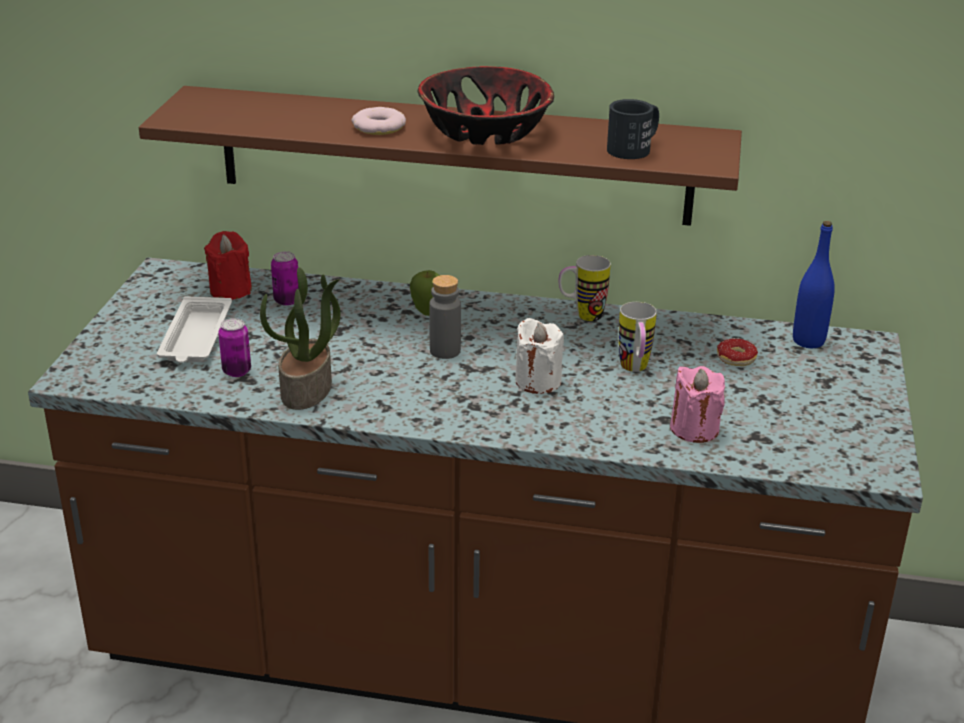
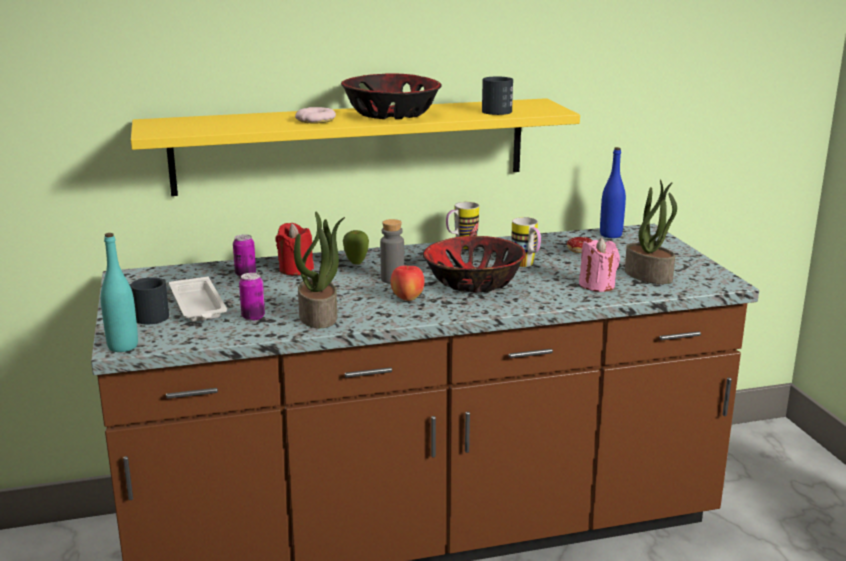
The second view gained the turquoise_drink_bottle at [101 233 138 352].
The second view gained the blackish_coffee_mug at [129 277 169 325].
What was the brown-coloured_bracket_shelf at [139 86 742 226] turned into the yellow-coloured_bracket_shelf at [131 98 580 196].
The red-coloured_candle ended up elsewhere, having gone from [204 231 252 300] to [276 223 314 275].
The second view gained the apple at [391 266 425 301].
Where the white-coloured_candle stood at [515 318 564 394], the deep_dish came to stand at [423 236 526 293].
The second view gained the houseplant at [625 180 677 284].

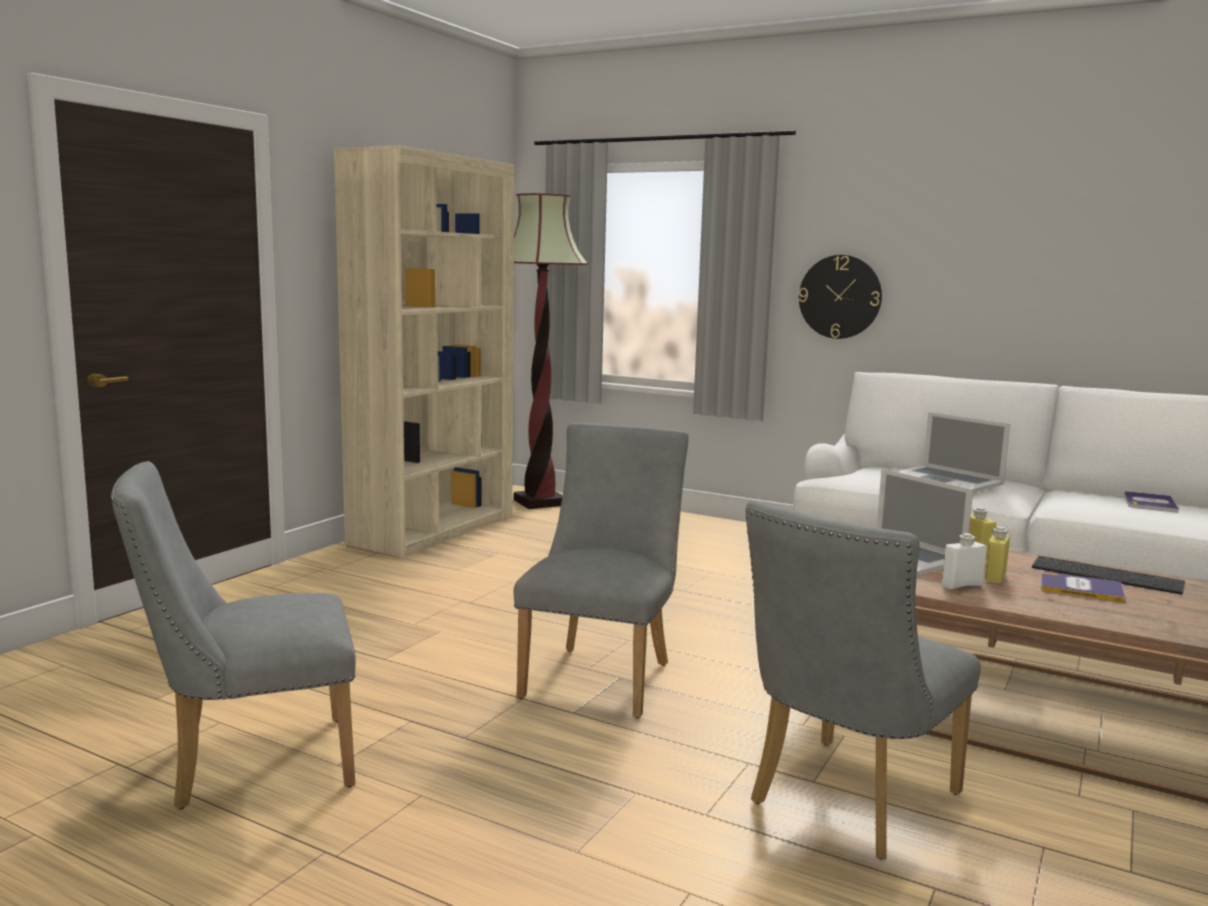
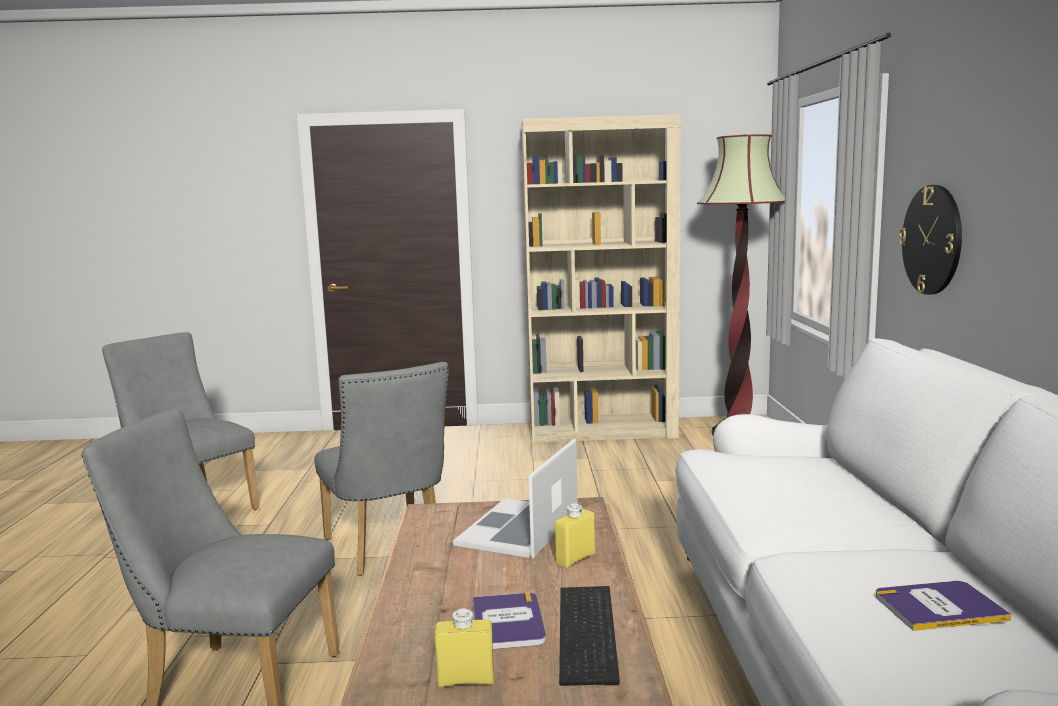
The grey_plain_chair at [514 423 689 718] ended up facing another way, 75 degrees clockwise from before.
The yellow-coloured_drink_bottle ended up elsewhere, having gone from [985 526 1010 583] to [434 608 494 688].
The second view lost the laptop at [895 412 1010 493].
The second view lost the white-coloured_drink_bottle at [942 533 987 589].

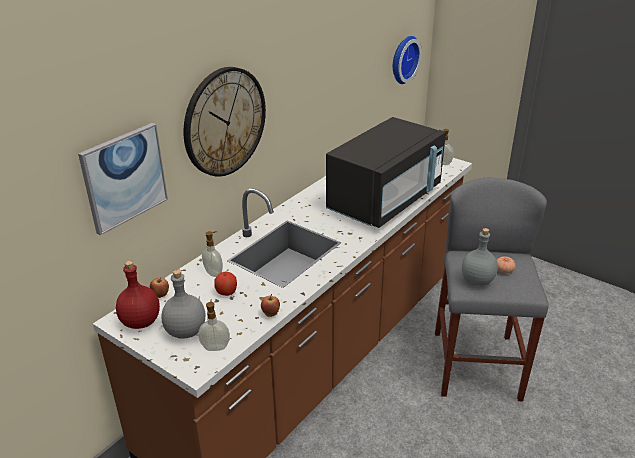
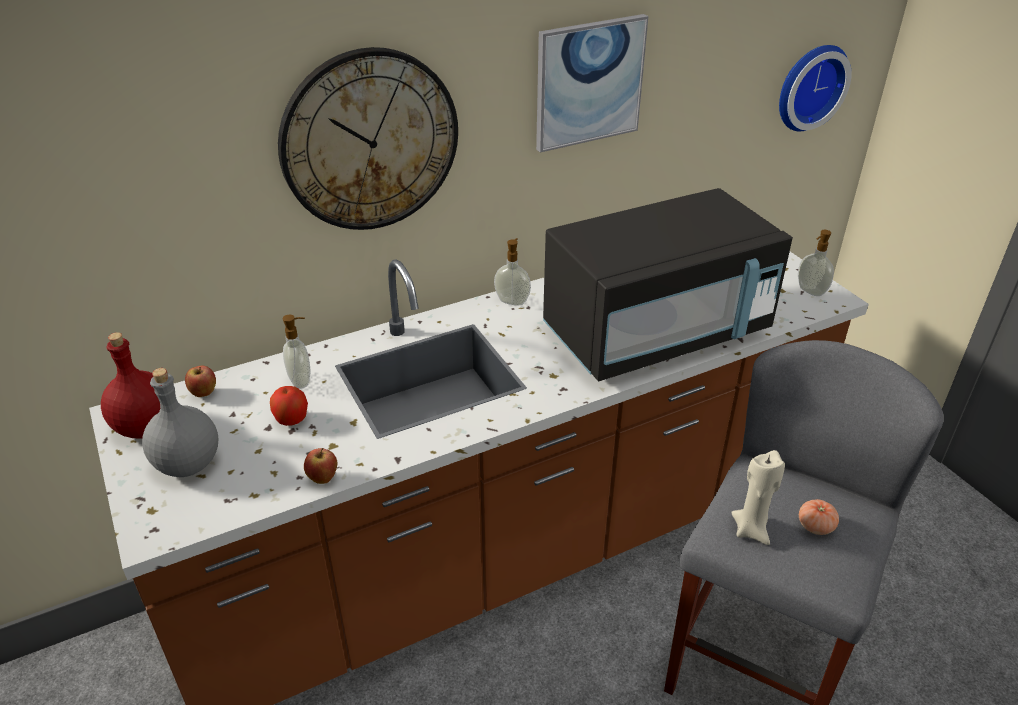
The liquid_soap_bottle ended up elsewhere, having gone from [198 299 230 351] to [494 238 531 306].
The wall_picture ended up elsewhere, having gone from [78 123 168 235] to [536 14 649 153].
Where the grey_drink_bottle stood at [462 228 498 286], the beige_candle came to stand at [731 450 785 545].

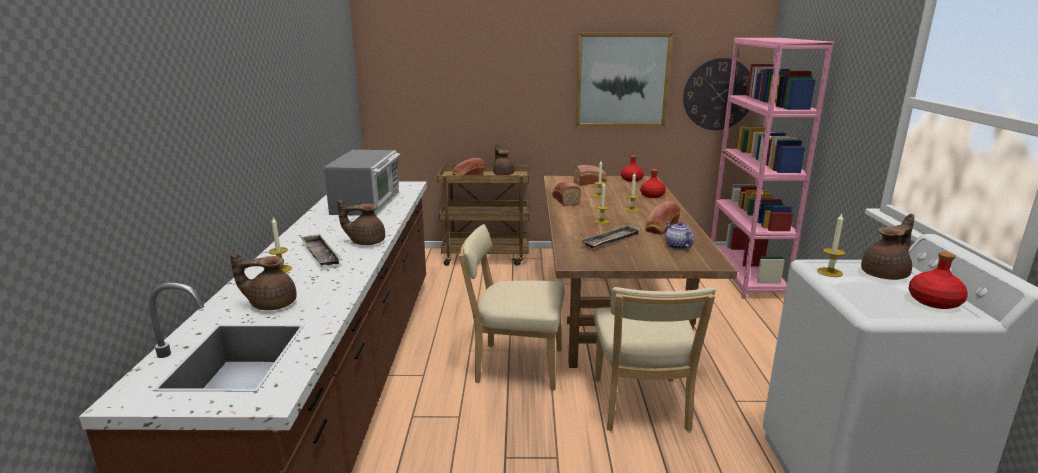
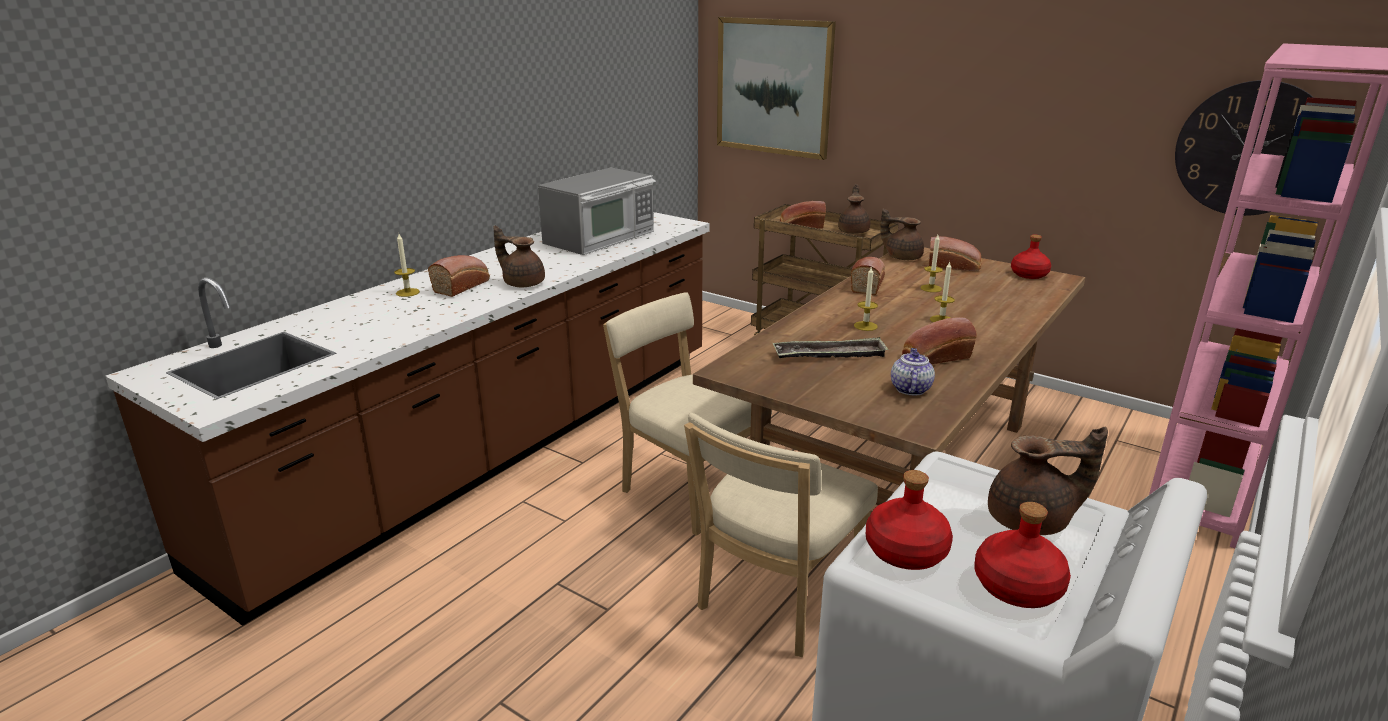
Where the carrying_tray stood at [300 234 342 265], the baked_bread came to stand at [428 255 490 297].
The wall_picture ended up elsewhere, having gone from [575 33 673 127] to [717 17 836 160].
The red-coloured_drink_bottle ended up elsewhere, having gone from [640 169 666 198] to [866 470 953 570].
The brown-coloured_teapot ended up elsewhere, having gone from [230 252 297 310] to [880 208 924 260].
The second view lost the candle at [817 213 845 277].

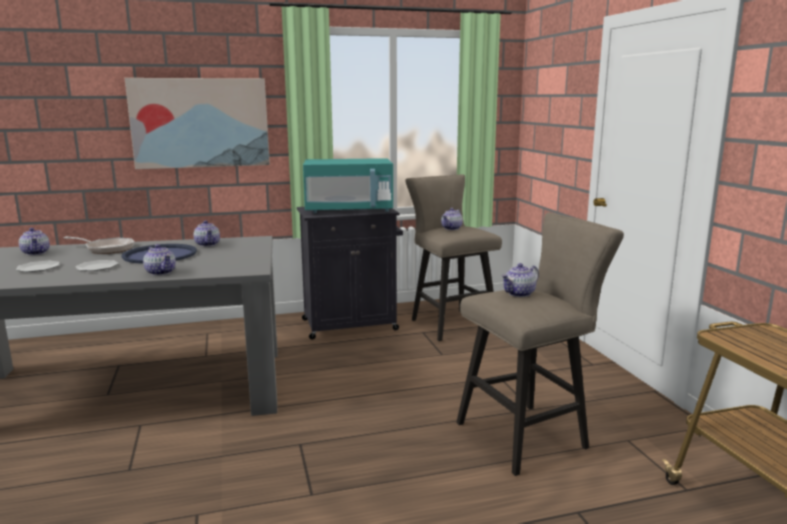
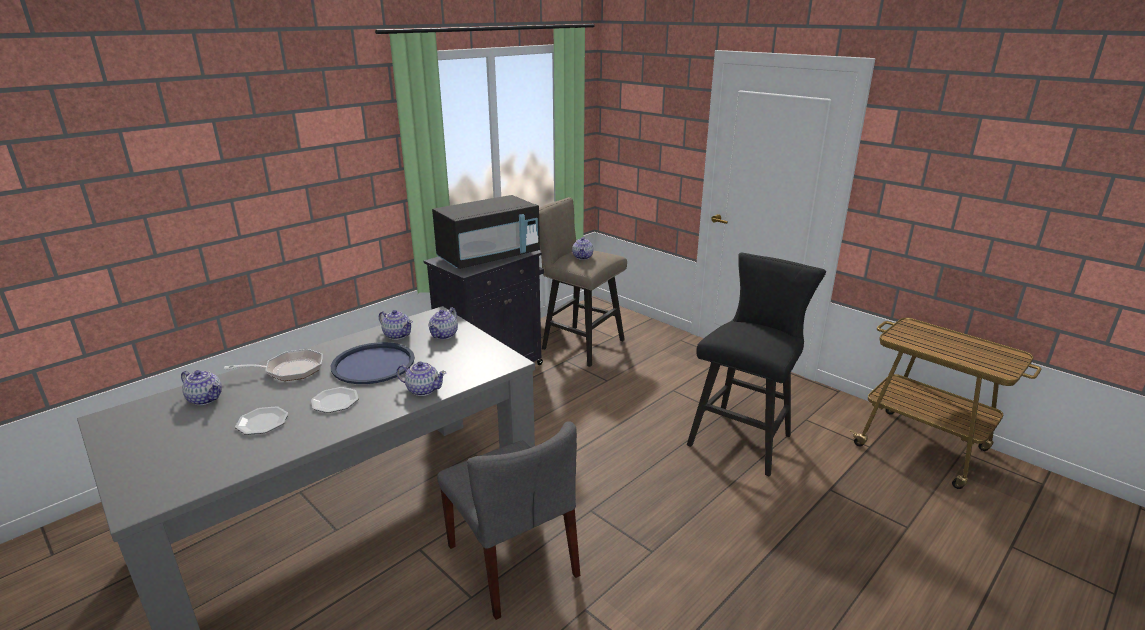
The teapot ended up elsewhere, having gone from [501 263 539 297] to [428 308 458 339].
What was the turquoise_microwave_oven at [303 159 393 213] turned into the blackish_microwave_oven at [432 195 540 269].
The second view gained the grey_plain_chair at [437 421 580 620].
What was the beige_sitting_stool at [456 213 624 476] turned into the blackish_sitting_stool at [687 253 826 477].
The second view lost the wall_picture at [125 78 270 169].

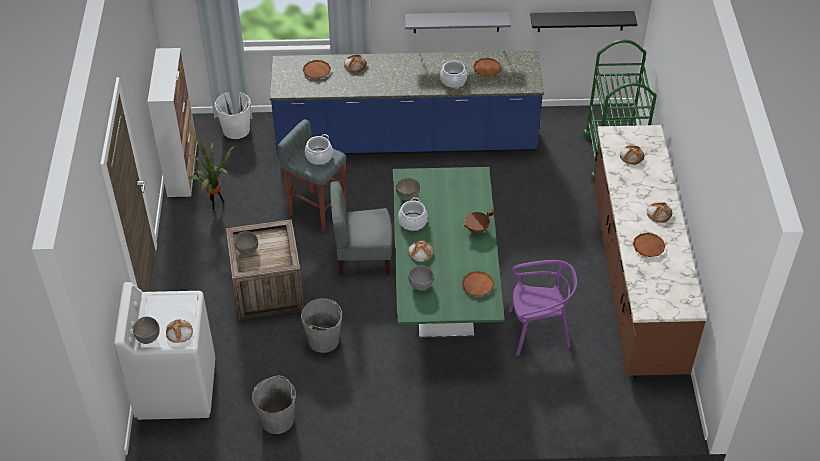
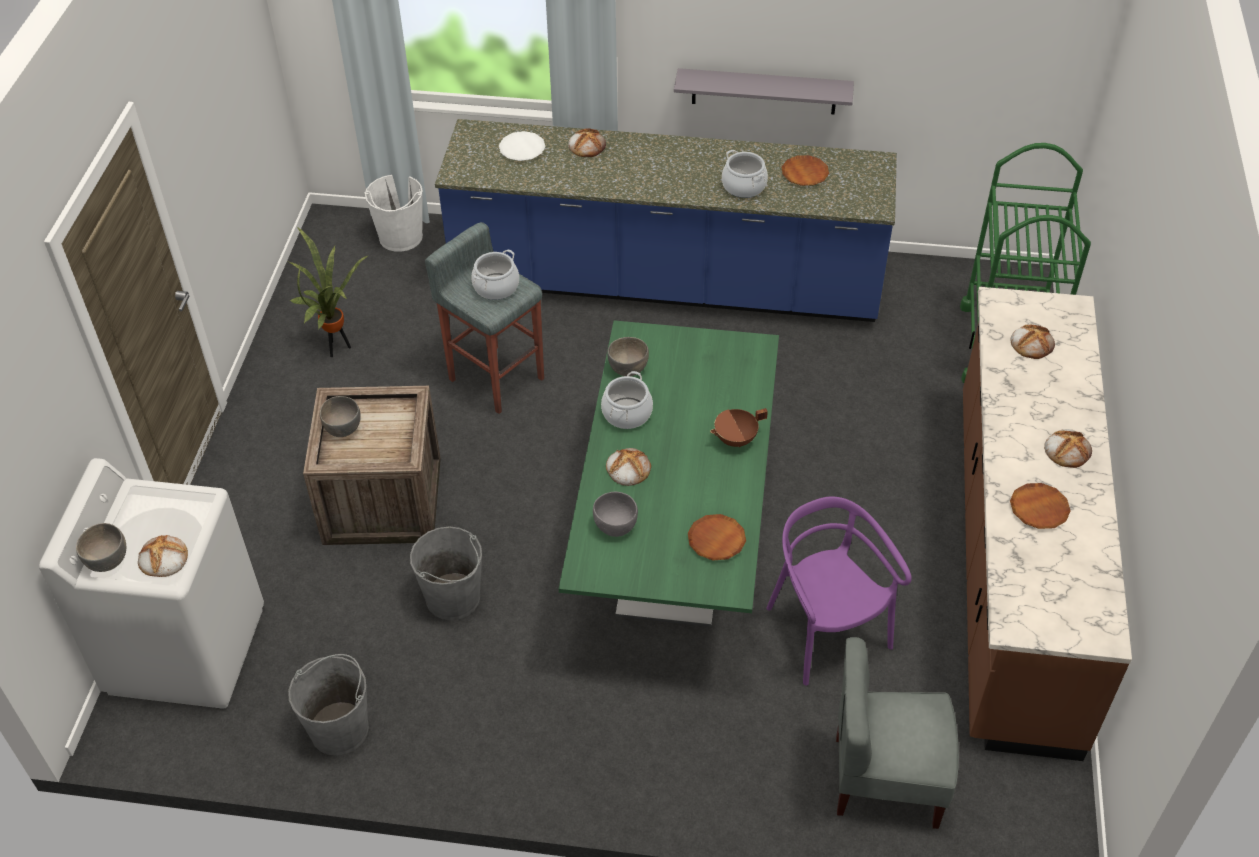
What was the brown-coloured_flat_dish at [303 60 331 79] turned into the white-coloured_flat_dish at [499 131 546 161].
The purplish_plain_chair at [509 260 577 356] ended up facing another way, 120 degrees counterclockwise from before.
The grey_plain_chair ended up elsewhere, having gone from [330 181 392 275] to [836 637 959 829].
The second view lost the cabinet at [147 48 197 197].
The second view lost the blackish_bracket_shelf at [530 11 637 32].

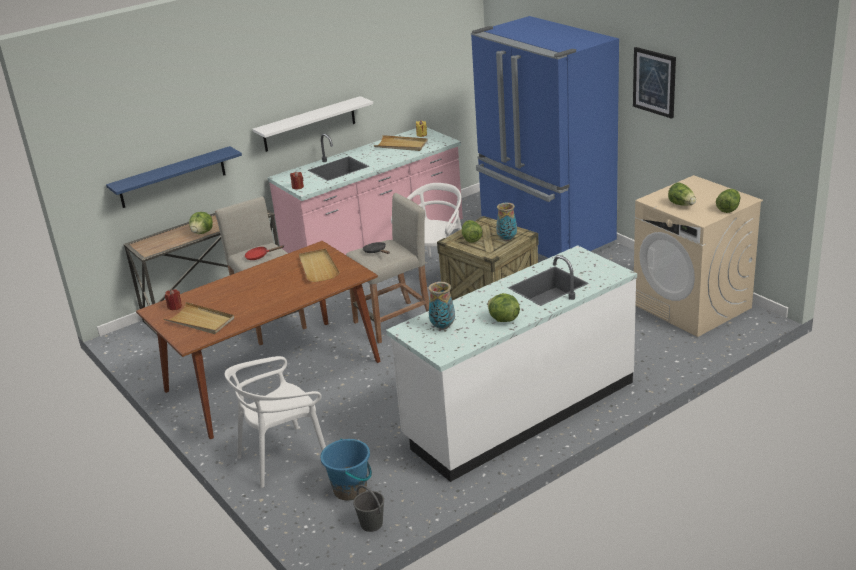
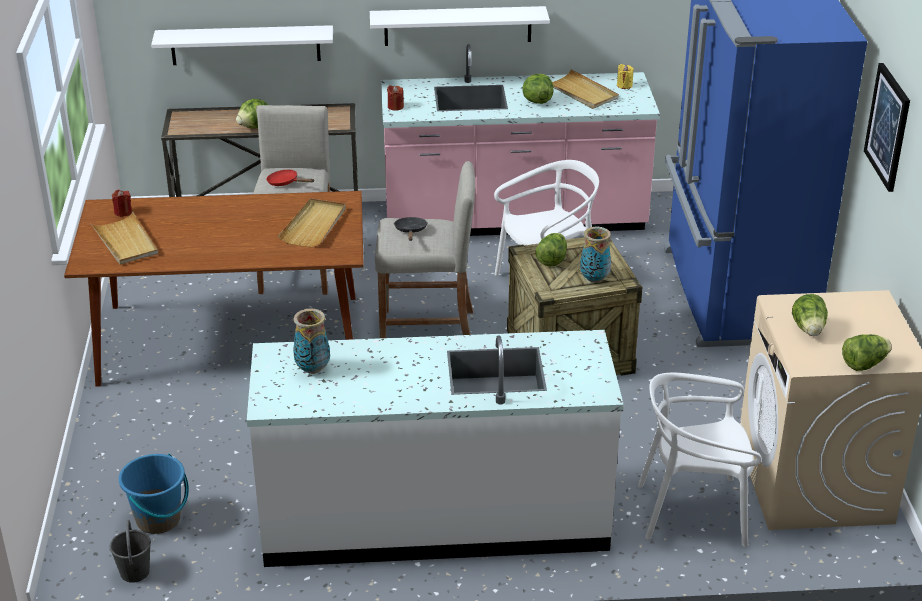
What was the blue-coloured_bracket_shelf at [106 146 242 208] turned into the white-coloured_bracket_shelf at [151 25 333 65].
The lettuce_head ended up elsewhere, having gone from [488 293 520 322] to [523 74 554 104].
The white-coloured_plain_chair ended up elsewhere, having gone from [225 356 326 488] to [638 373 762 547].

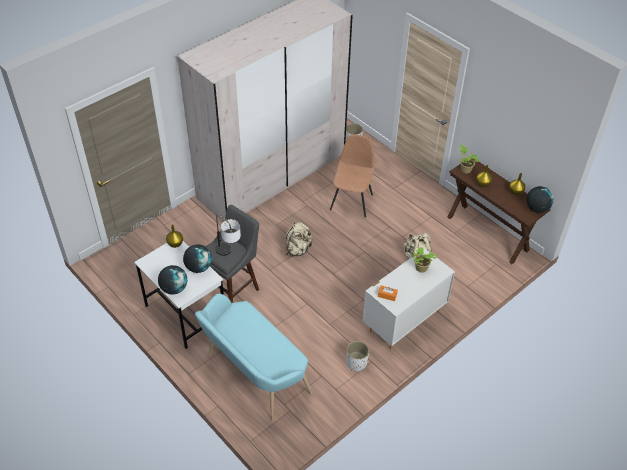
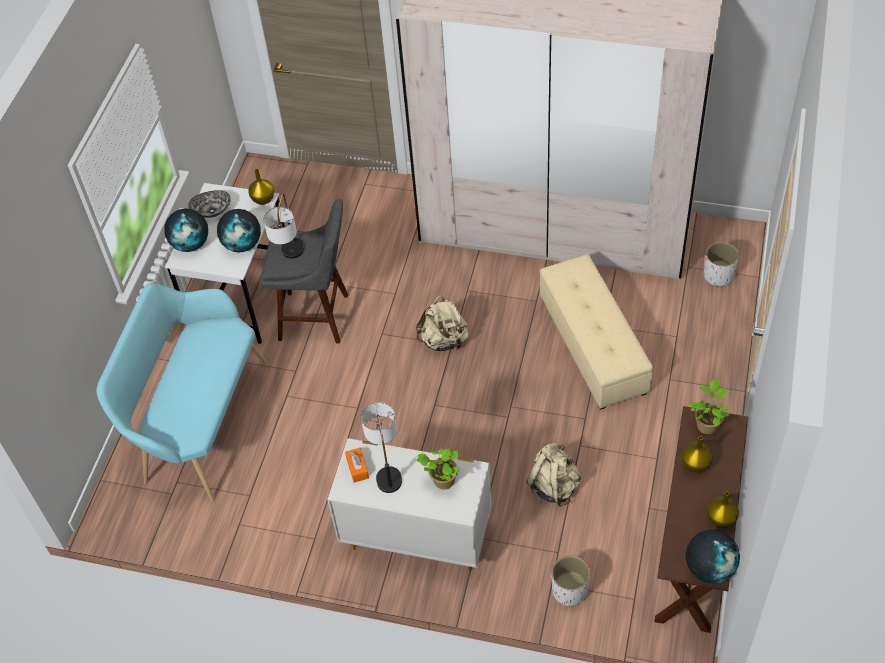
The second view gained the deep_dish at [188 190 231 218].
The second view gained the tabletop_lamp at [361 402 402 493].
Where the brown-coloured_plain_chair stood at [330 134 374 217], the beige_pouffe came to stand at [540 254 653 410].
The white-coloured_planter ended up elsewhere, having gone from [346 341 369 371] to [551 556 590 607].

